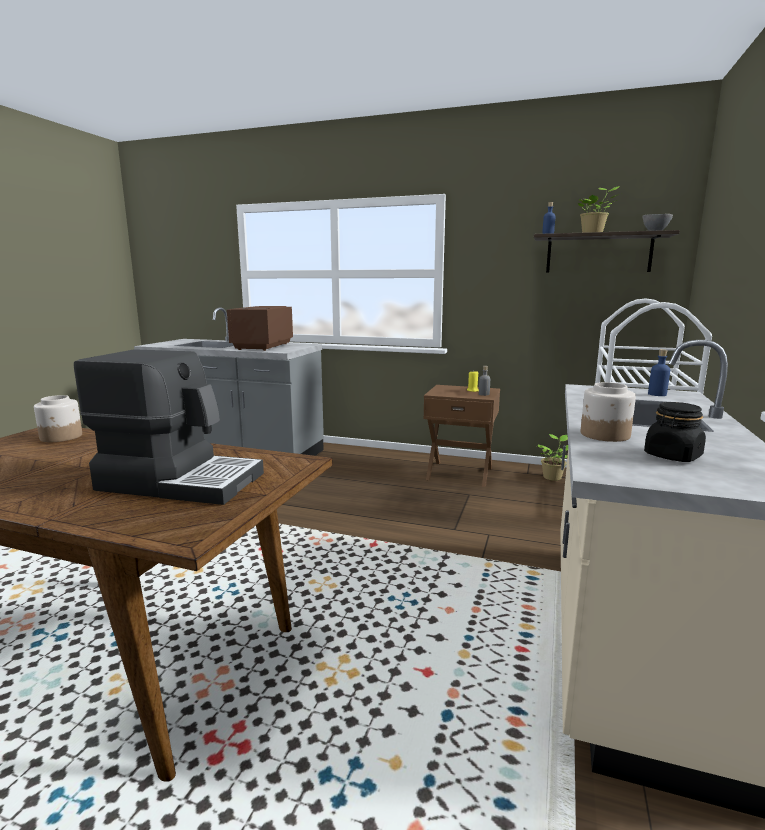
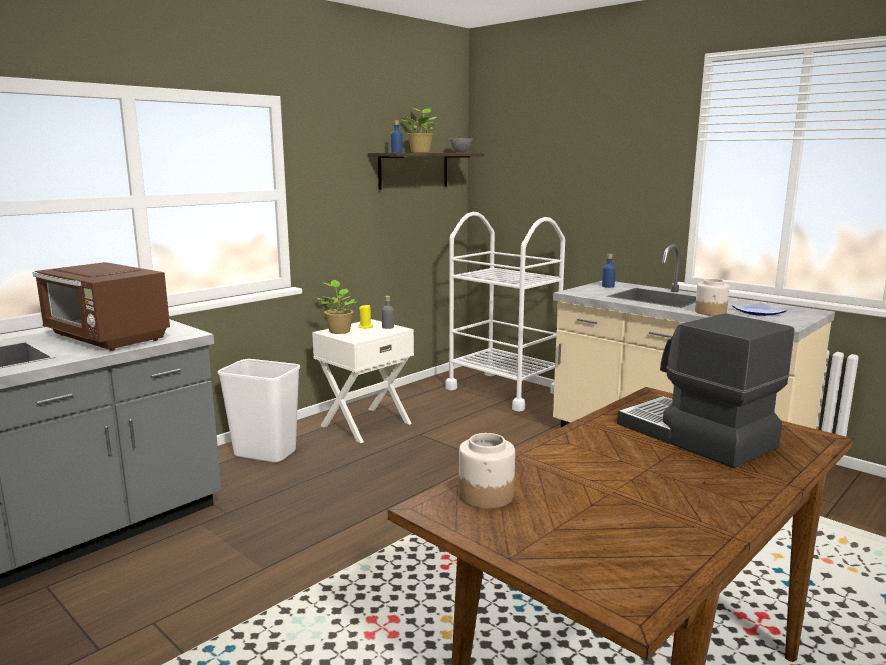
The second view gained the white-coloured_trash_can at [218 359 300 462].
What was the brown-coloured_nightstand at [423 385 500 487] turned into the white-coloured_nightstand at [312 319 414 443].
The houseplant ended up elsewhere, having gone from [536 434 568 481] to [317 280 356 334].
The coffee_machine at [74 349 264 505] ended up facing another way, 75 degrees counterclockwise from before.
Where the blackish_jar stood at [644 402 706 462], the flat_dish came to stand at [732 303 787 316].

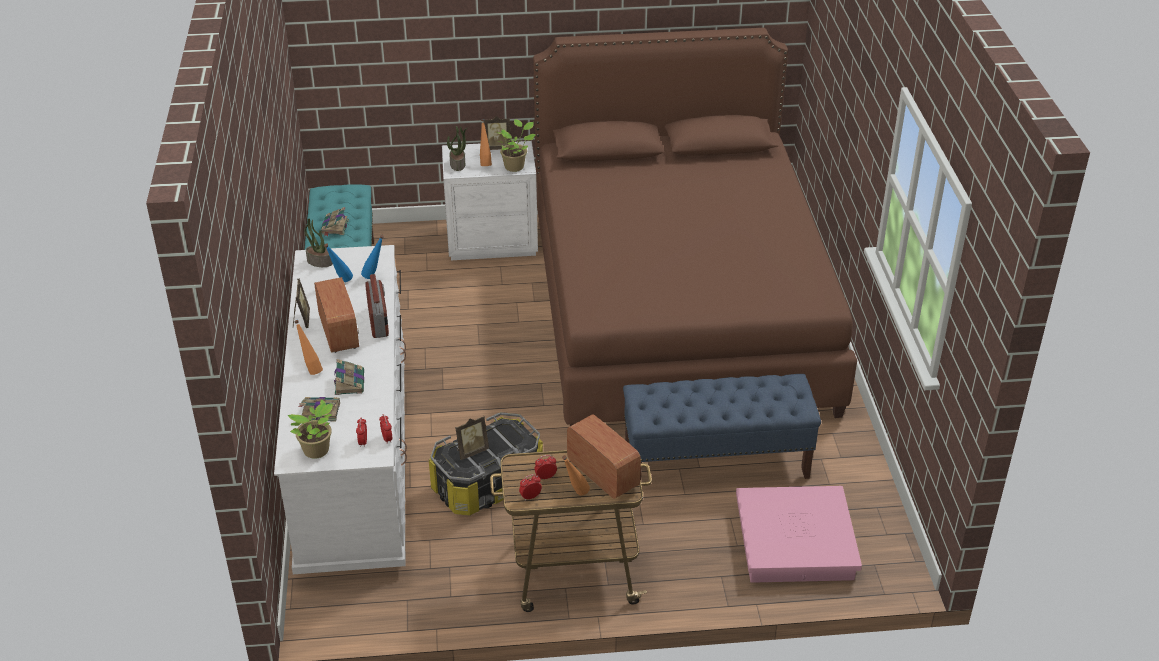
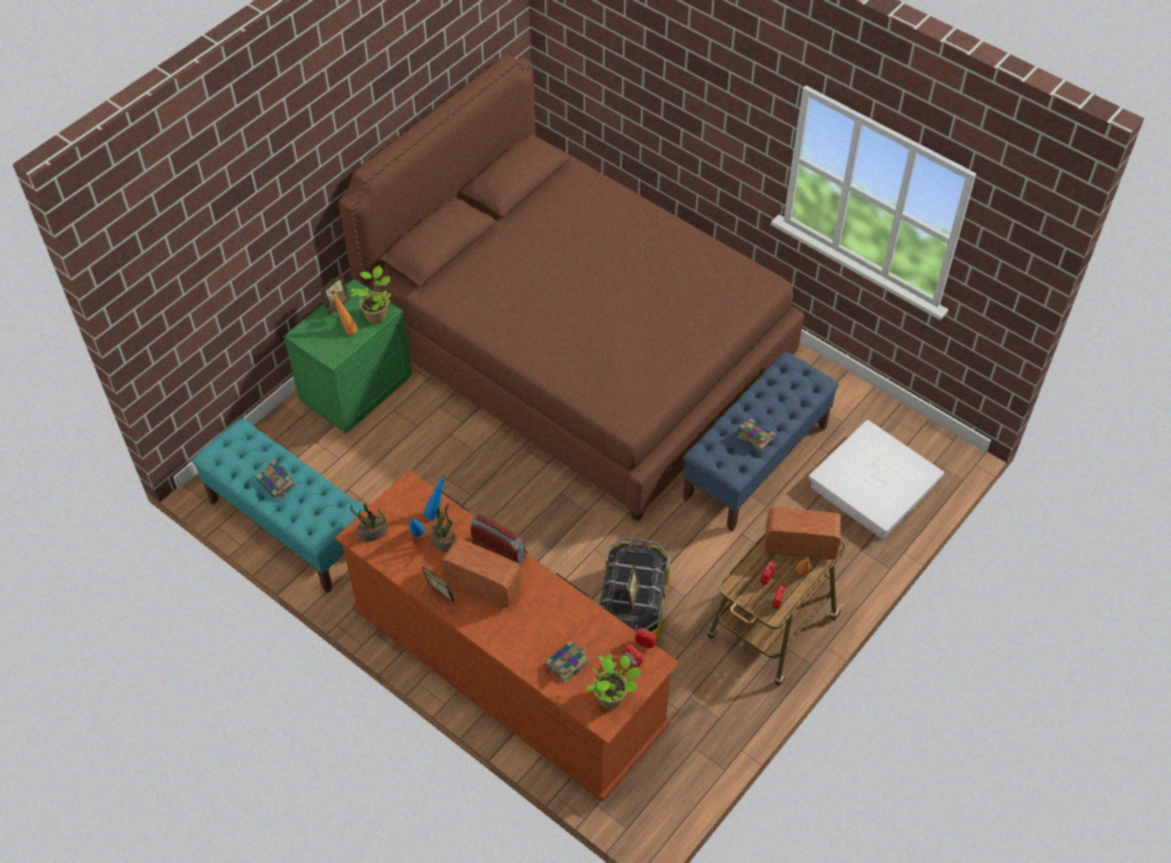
What was the white-coloured_nightstand at [442 141 538 260] turned into the greenish_nightstand at [284 279 412 434].
What was the white-coloured_drawer_chest at [274 245 407 574] turned into the brown-coloured_drawer_chest at [335 470 679 802].
The houseplant ended up elsewhere, having gone from [447 126 468 171] to [430 503 456 552].
The book ended up elsewhere, having gone from [334 359 364 395] to [737 419 776 452].
What was the pink_storage_box at [736 486 862 583] turned into the white-coloured_storage_box at [808 420 944 539].
The second view lost the orange_drink_bottle at [294 320 323 375].

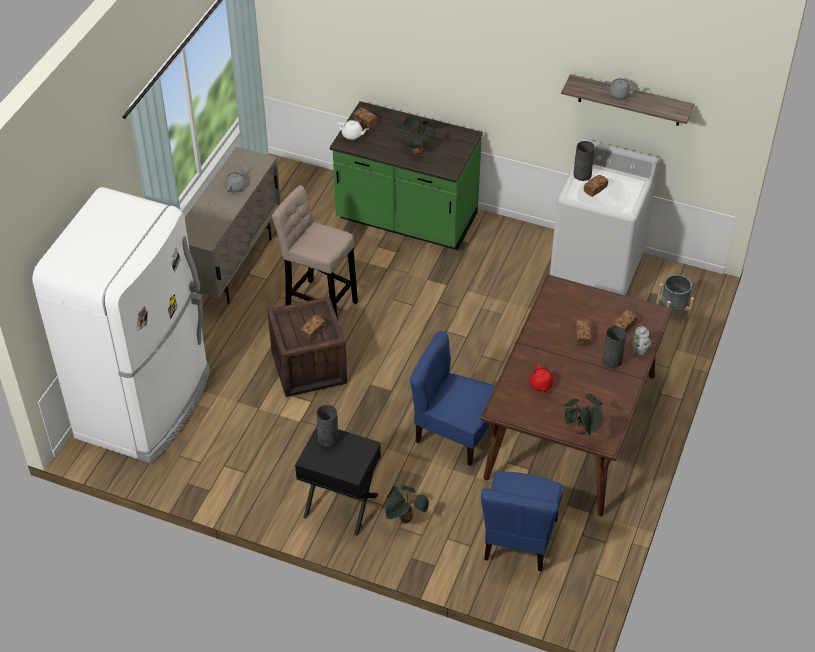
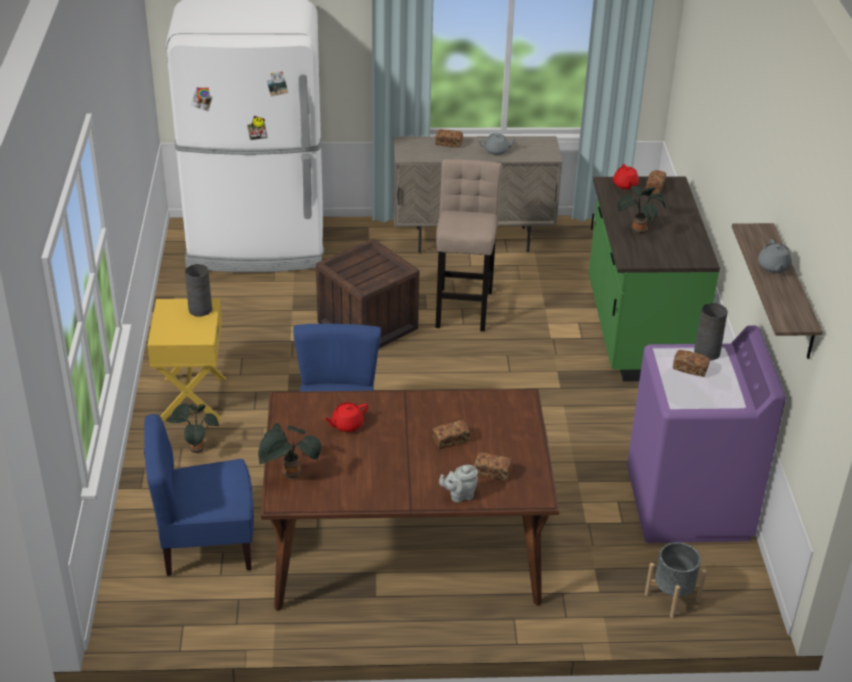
What was the blackish_nightstand at [295 426 381 536] turned into the yellow-coloured_nightstand at [147 298 226 421].
The baked_bread ended up elsewhere, having gone from [301 315 326 340] to [435 129 463 148].
What was the white-coloured_teapot at [337 120 368 140] turned into the red-coloured_teapot at [613 164 639 189].
What was the white-coloured_washing_machine at [550 139 659 296] turned into the purplish_washing_machine at [627 325 786 543].
The second view lost the grey_vase at [602 326 626 368].

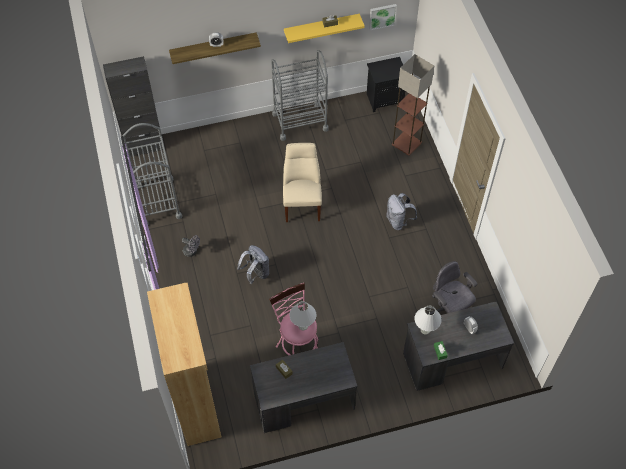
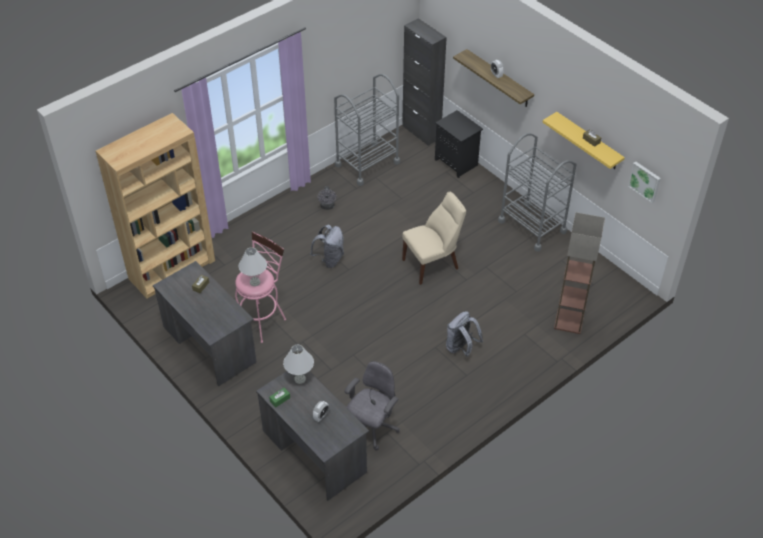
The blackish_nightstand ended up elsewhere, having gone from [367 57 405 112] to [435 110 483 178].

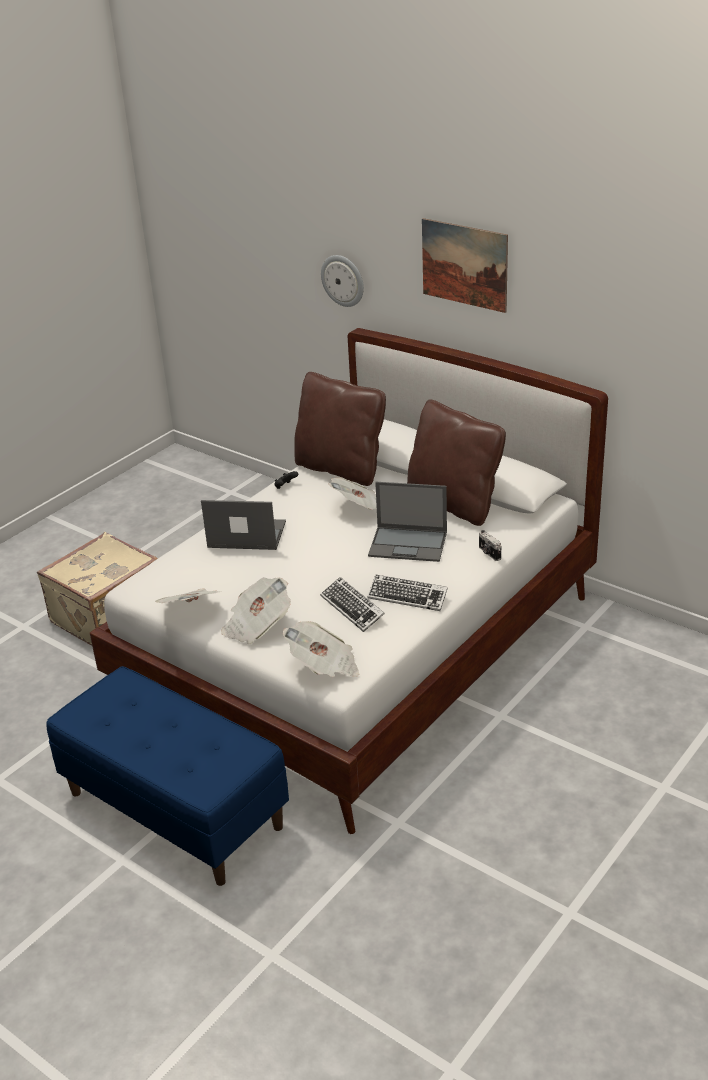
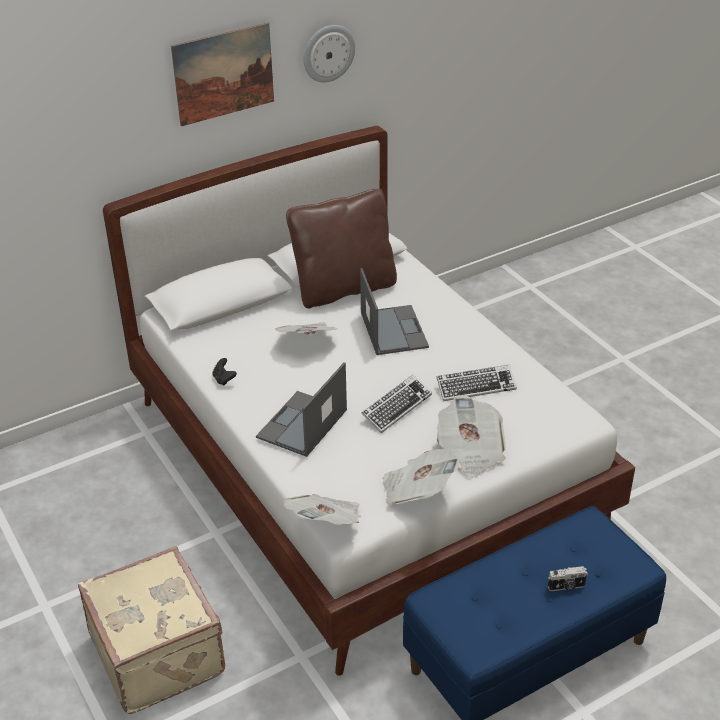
The daily_paper ended up elsewhere, having gone from [283 621 360 677] to [284 494 361 525].
The hanging_clock ended up elsewhere, having gone from [321 255 364 307] to [303 25 355 83].
The laptop at [368 482 447 562] ended up facing another way, 45 degrees counterclockwise from before.
The keyboard ended up elsewhere, having gone from [367 574 448 611] to [361 375 432 433].
The still_camera ended up elsewhere, having gone from [479 530 501 561] to [548 566 588 591].
The second view lost the brown-coloured_throw_pillow at [294 372 386 486].

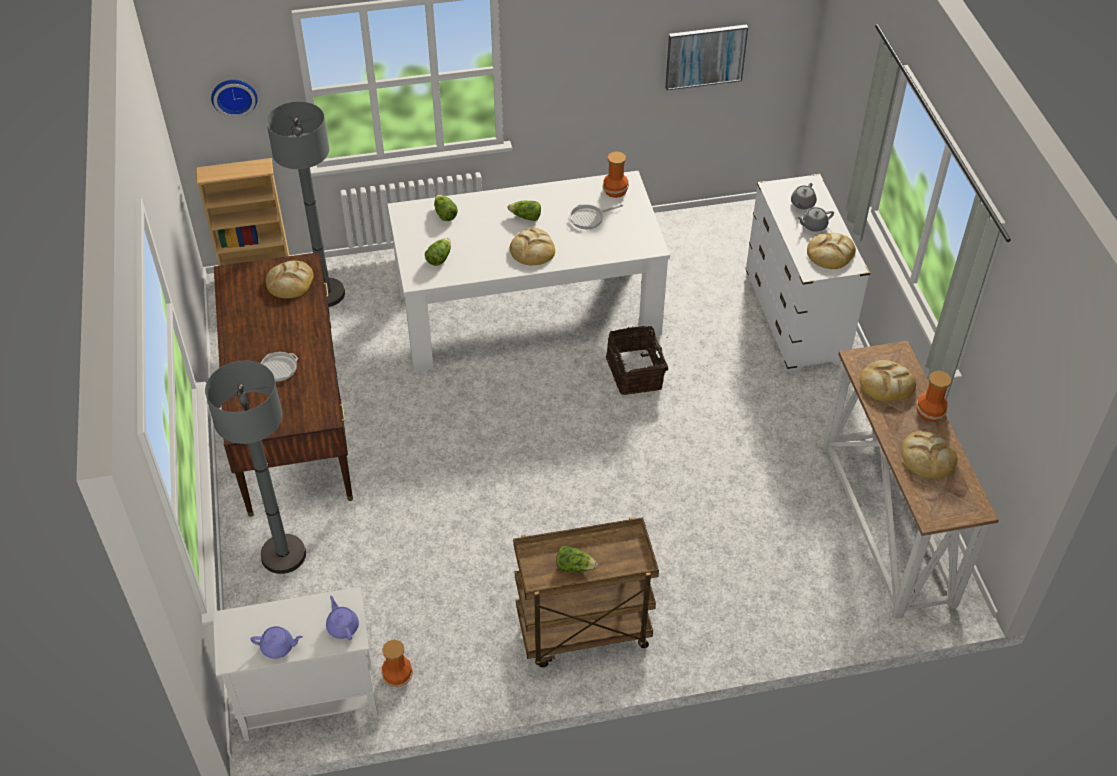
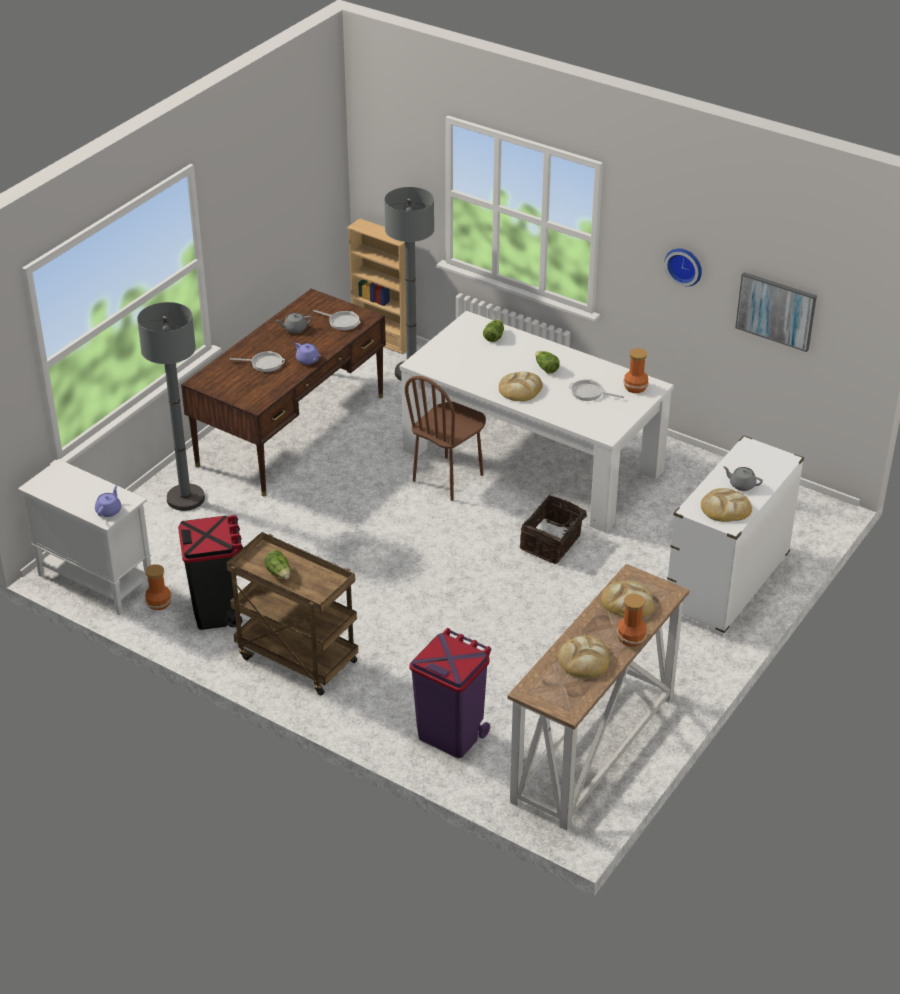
The second view gained the blackish_trash_can at [178 515 243 630].
The grey_teapot ended up elsewhere, having gone from [791 183 817 209] to [276 313 312 333].
The purplish_teapot ended up elsewhere, having gone from [250 626 303 659] to [295 343 321 364].
Where the baked_bread stood at [266 261 314 299], the skillet came to stand at [313 310 360 330].
The second view gained the brown-coloured_plain_chair at [405 376 486 501].
The second view gained the purplish_trash_can at [409 628 491 758].
The hanging_clock ended up elsewhere, having gone from [211 80 258 118] to [664 248 702 287].
The second view lost the lettuce_head at [425 238 451 266].

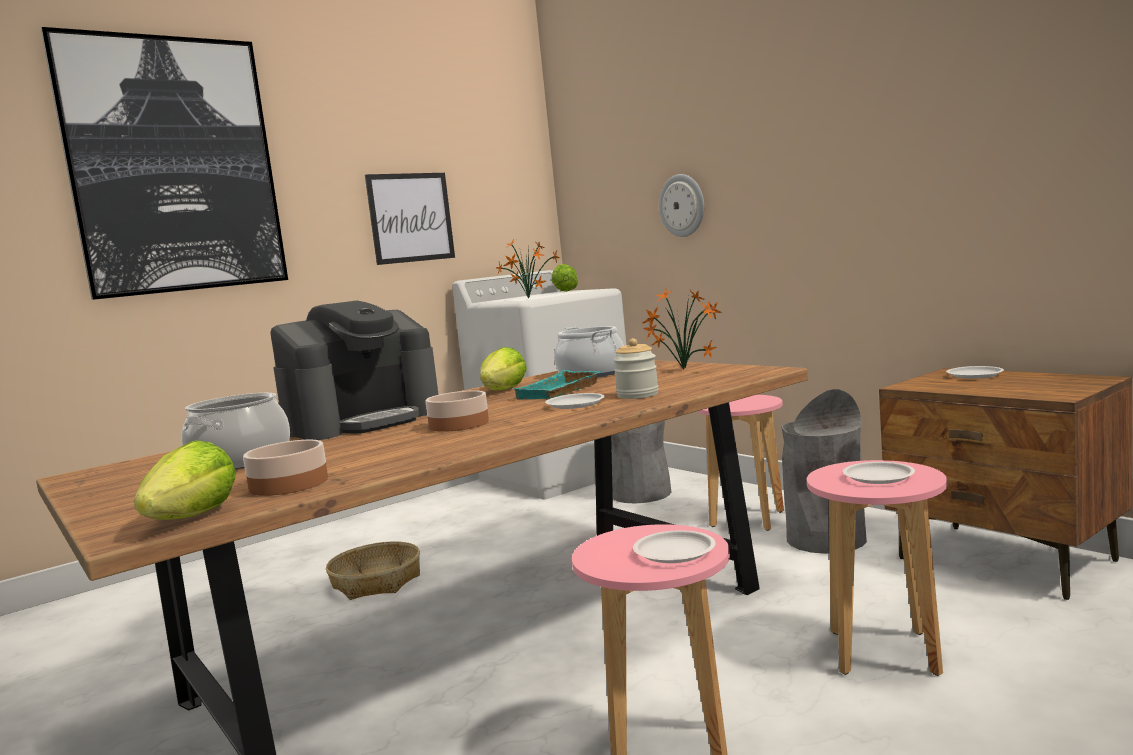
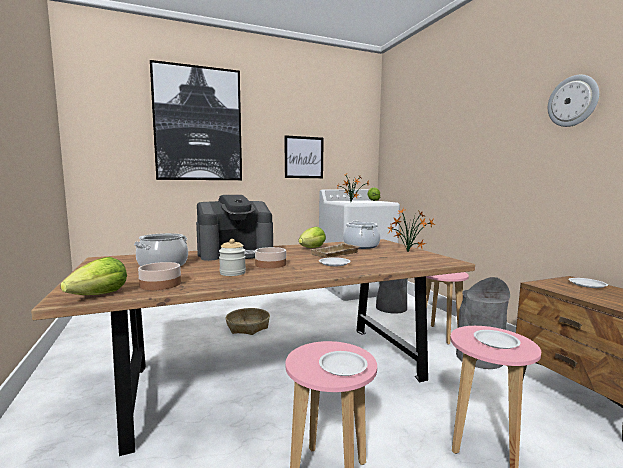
The jar ended up elsewhere, having gone from [613 338 659 399] to [219 239 246 276].
What was the turquoise_carrying_tray at [512 370 601 400] turned into the beige_carrying_tray at [311 243 360 258].
The hanging_clock ended up elsewhere, having gone from [659 174 704 237] to [548 75 599 127].

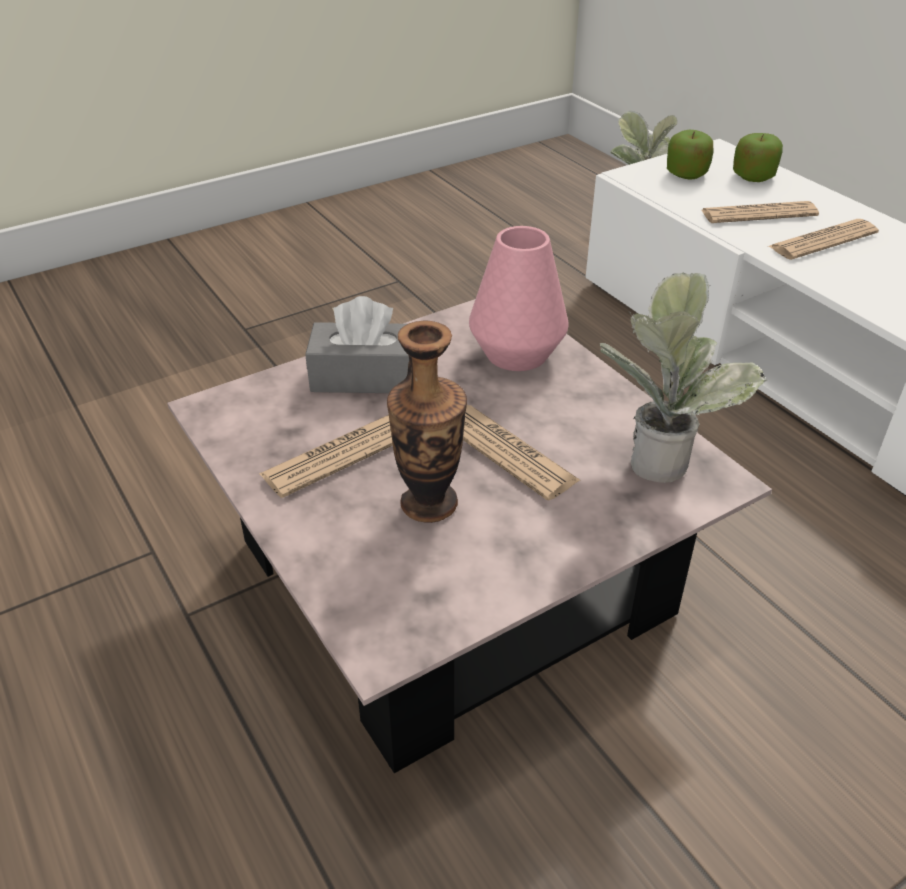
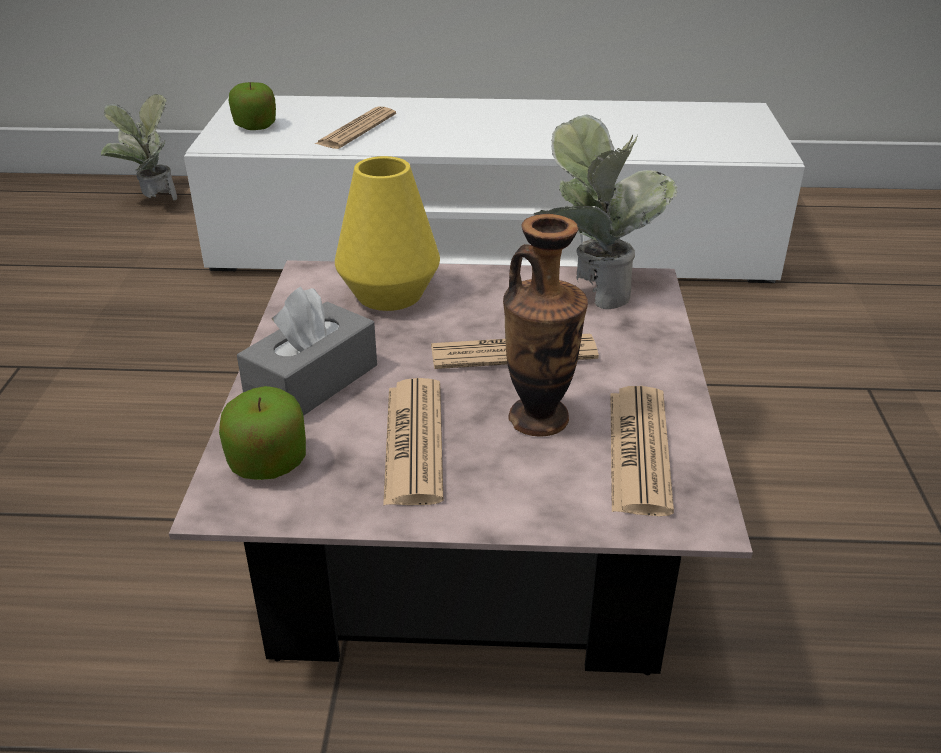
The apple ended up elsewhere, having gone from [733 133 783 182] to [219 386 306 480].
What was the pink_vase at [469 226 568 371] turned into the yellow-coloured_vase at [335 156 440 311].
The daily_paper ended up elsewhere, having gone from [769 219 879 260] to [610 386 674 516].

